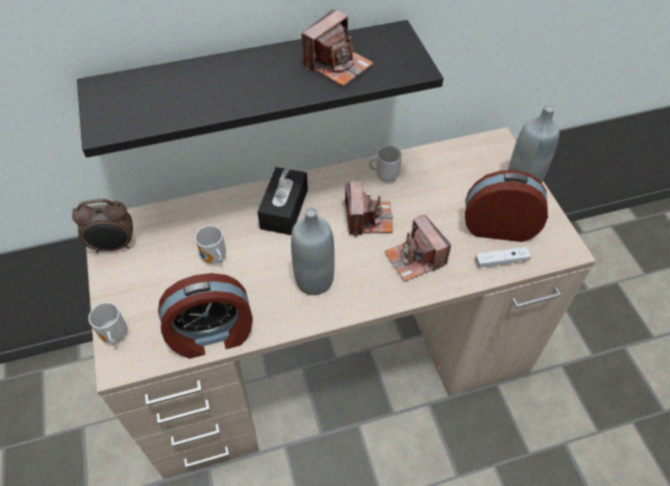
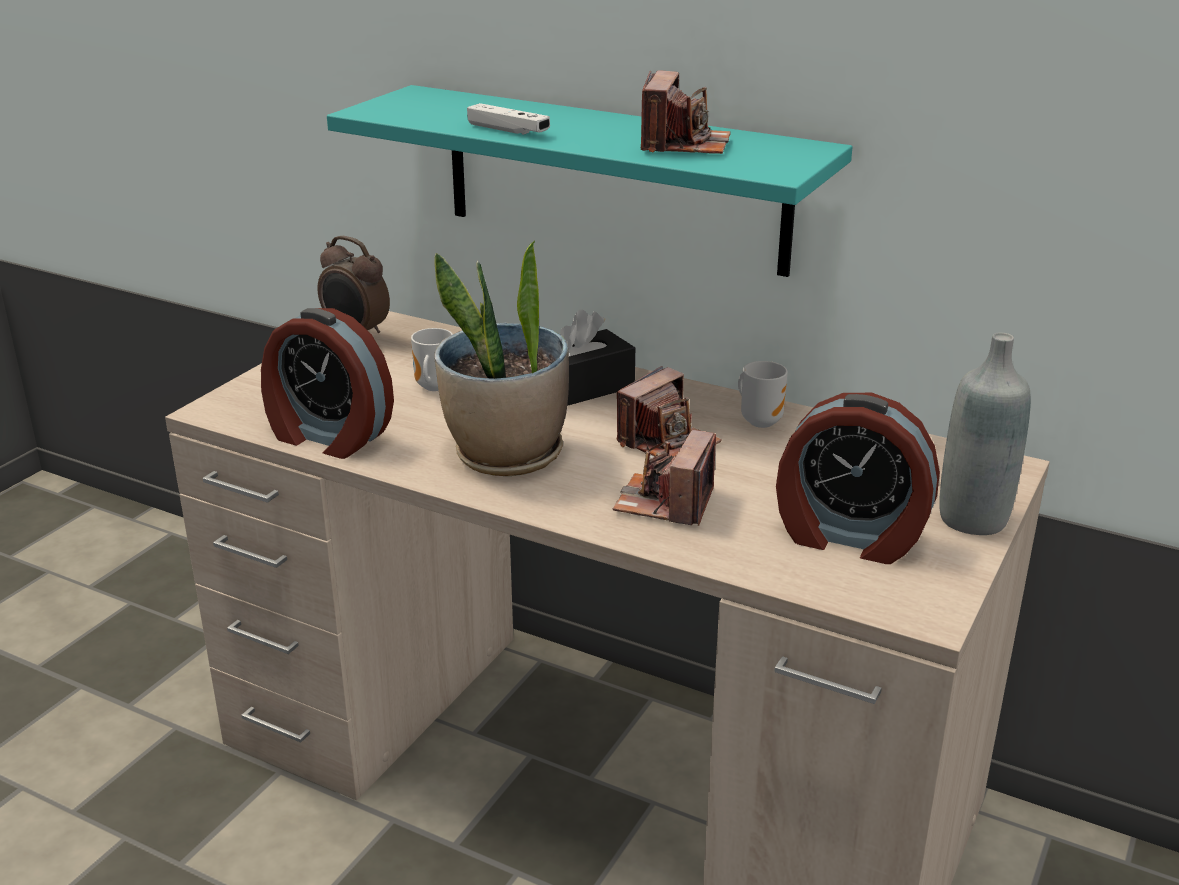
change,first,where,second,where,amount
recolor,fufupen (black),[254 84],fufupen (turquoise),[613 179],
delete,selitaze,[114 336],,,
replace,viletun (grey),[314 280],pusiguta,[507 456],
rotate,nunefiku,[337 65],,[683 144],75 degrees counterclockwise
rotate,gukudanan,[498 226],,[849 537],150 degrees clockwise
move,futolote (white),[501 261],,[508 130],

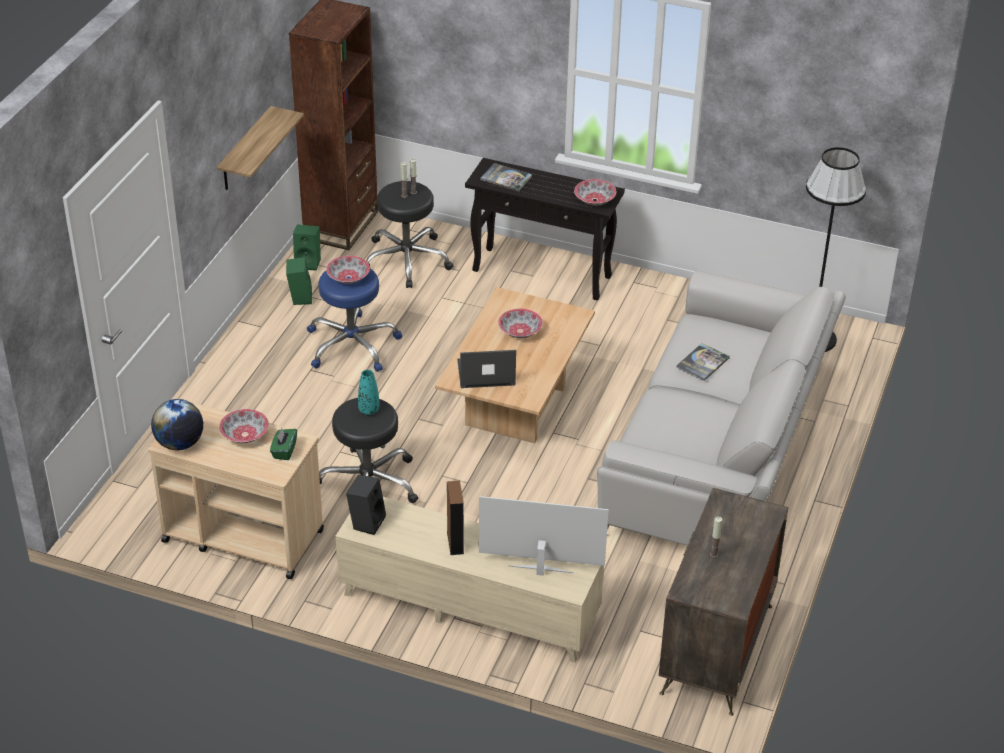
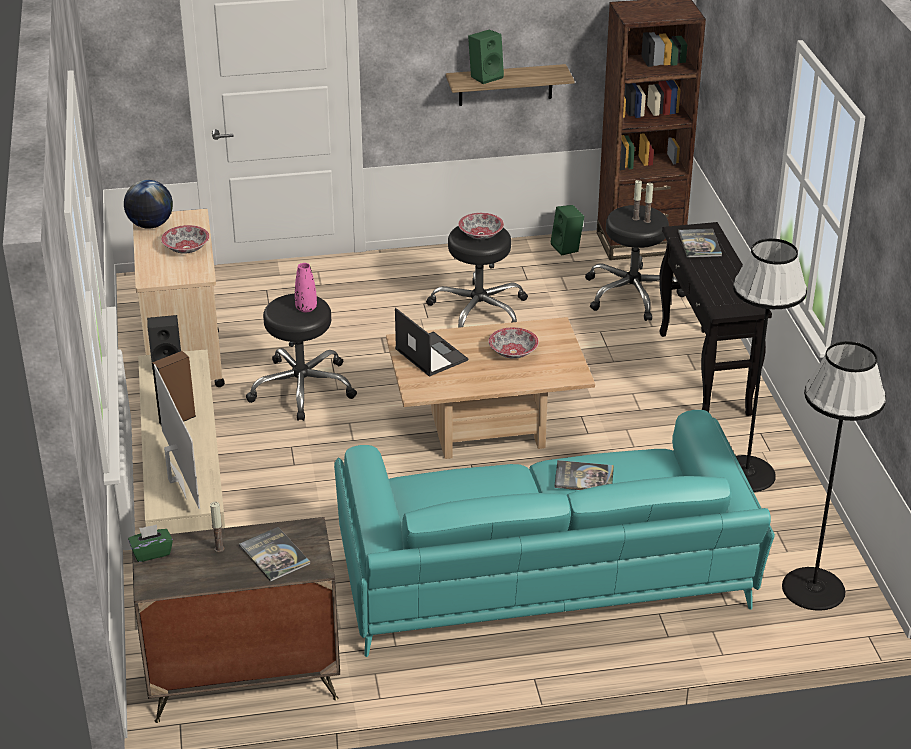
change,first,where,second,where,amount
move,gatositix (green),[284 451],,[151 552],
move,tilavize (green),[299 297],,[486 76],
recolor,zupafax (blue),[352 345],zupafax (black),[479 310],
recolor,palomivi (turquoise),[369 410],palomivi (pink),[306 308],
delete,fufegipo,[595 200],,,
recolor,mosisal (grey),[718 453],mosisal (turquoise),[544 583],
insert,,,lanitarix,[274 555],
insert,,,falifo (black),[747 474],

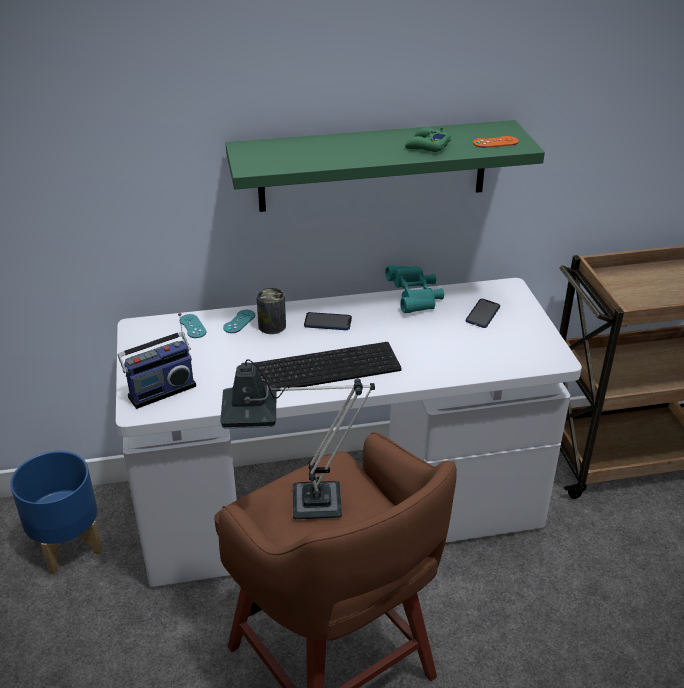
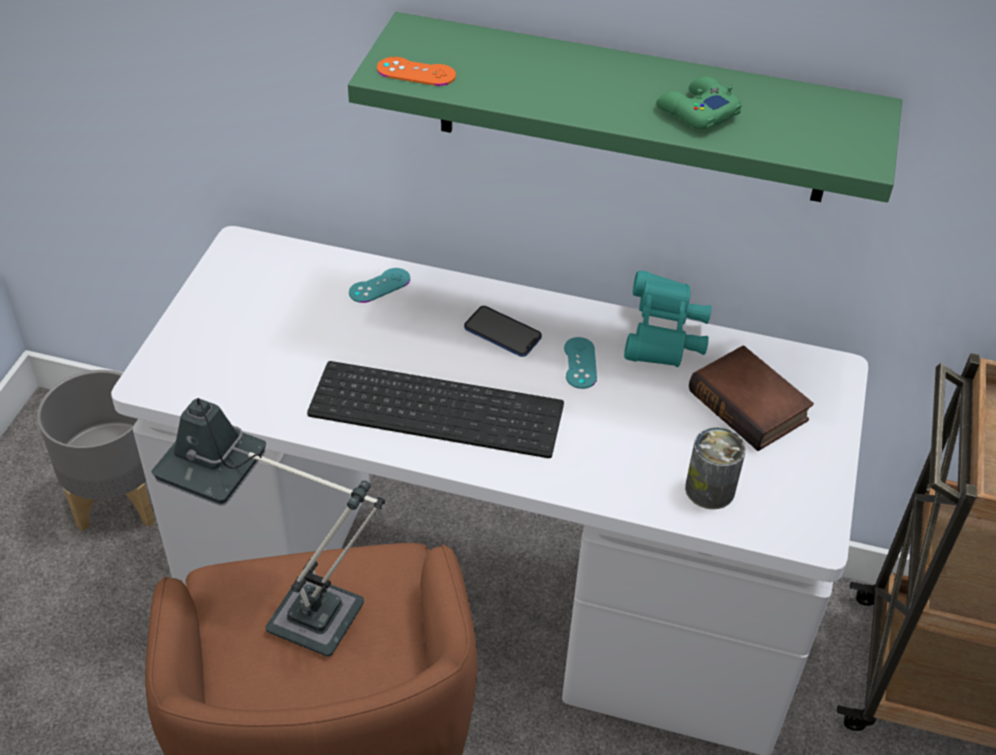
change,first,where,second,where,amount
recolor,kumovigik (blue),[67 546],kumovigik (grey),[119 498],
delete,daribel,[160 390],,,
move,futolote (turquoise),[192 326],,[580 363],
move,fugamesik,[272 326],,[710 489],
replace,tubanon,[483 314],lanitarix,[751 405],
move,futolote (orange),[495 142],,[416 72],

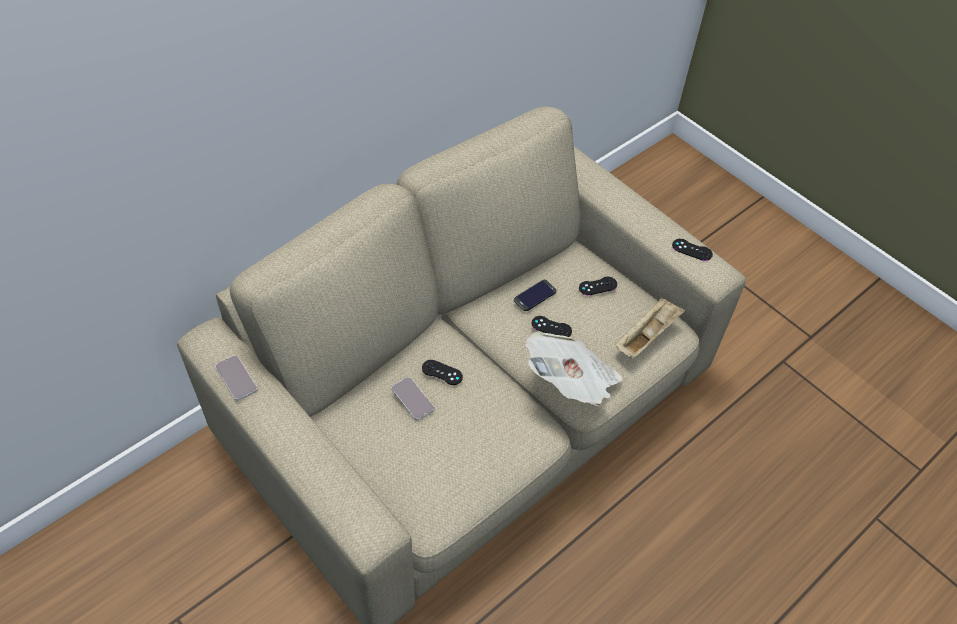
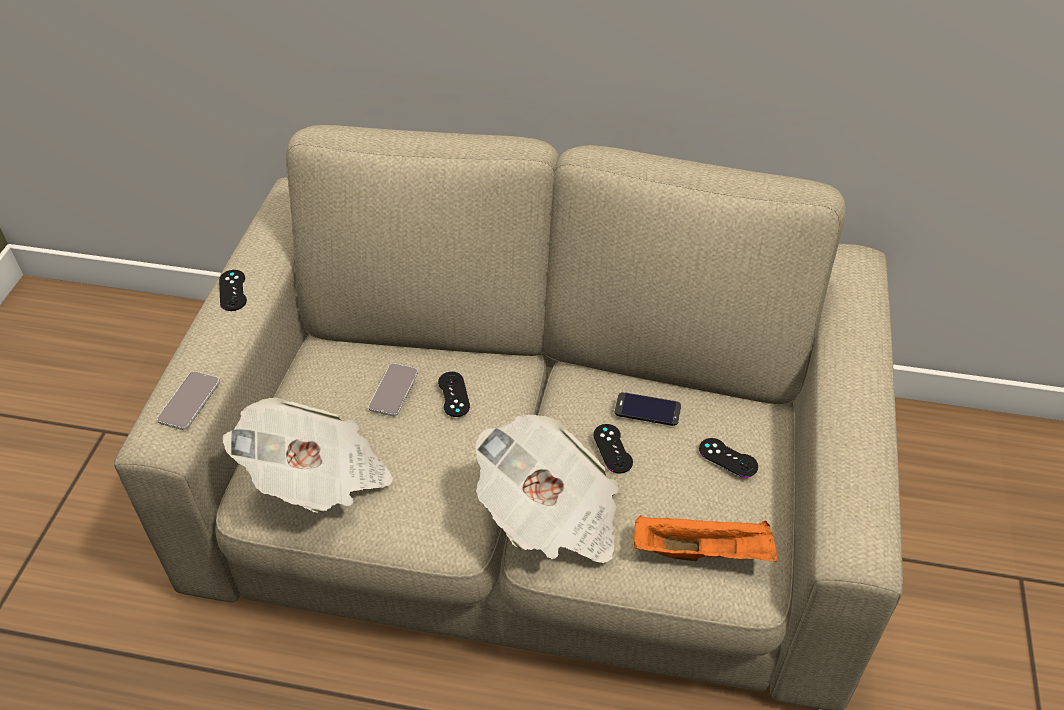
change,first,where,second,where,amount
move,tubanon,[236 378],,[189 401],
recolor,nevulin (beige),[647 336],nevulin (orange),[704 551],
move,futolote (black),[692 250],,[233 290],
insert,,,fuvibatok,[318 478],

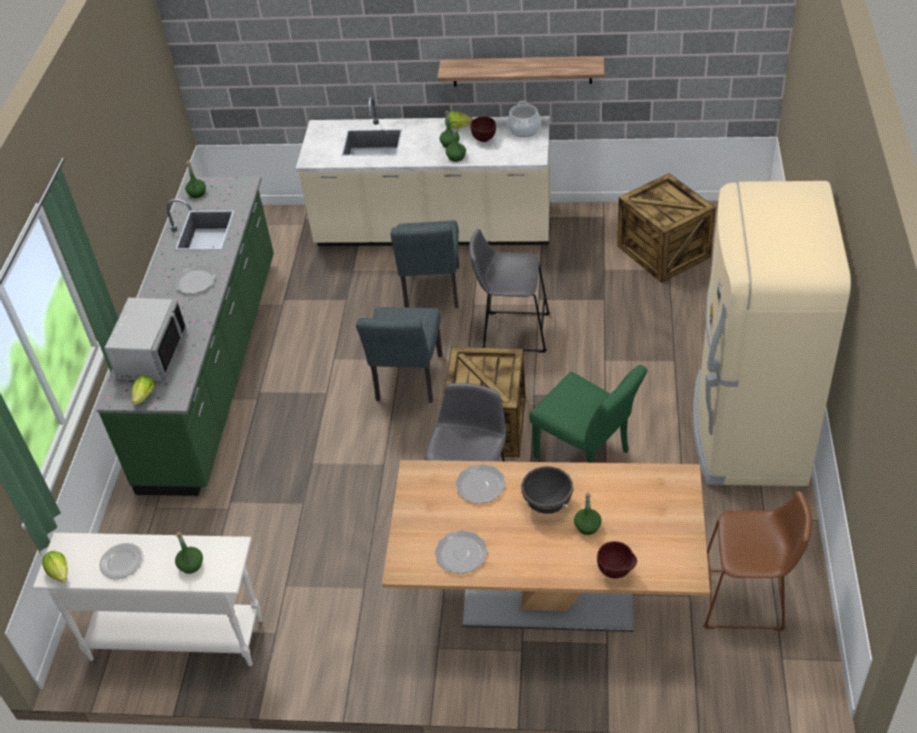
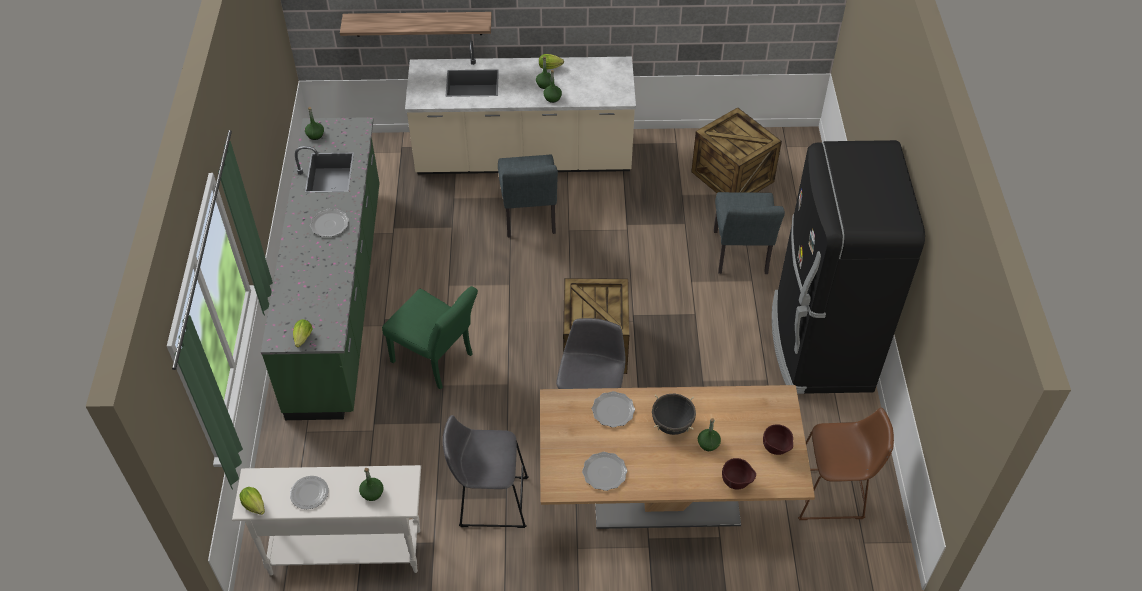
change,first,where,second,where,amount
delete,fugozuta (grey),[151 355],,,
move,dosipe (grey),[407 382],,[741 256],
move,fufupen,[522 71],,[418 24],
move,zupafax (grey),[512 331],,[489 501],
move,fufegipo (brown),[484 140],,[776 449],
delete,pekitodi,[524 129],,,
move,dosipe (green),[587 457],,[437 361],
recolor,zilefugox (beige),[747 431],zilefugox (black),[819 344],

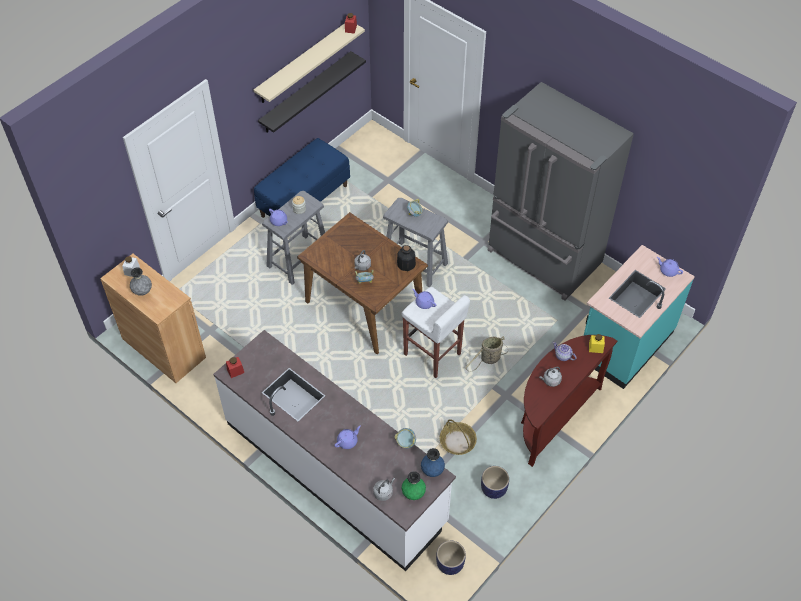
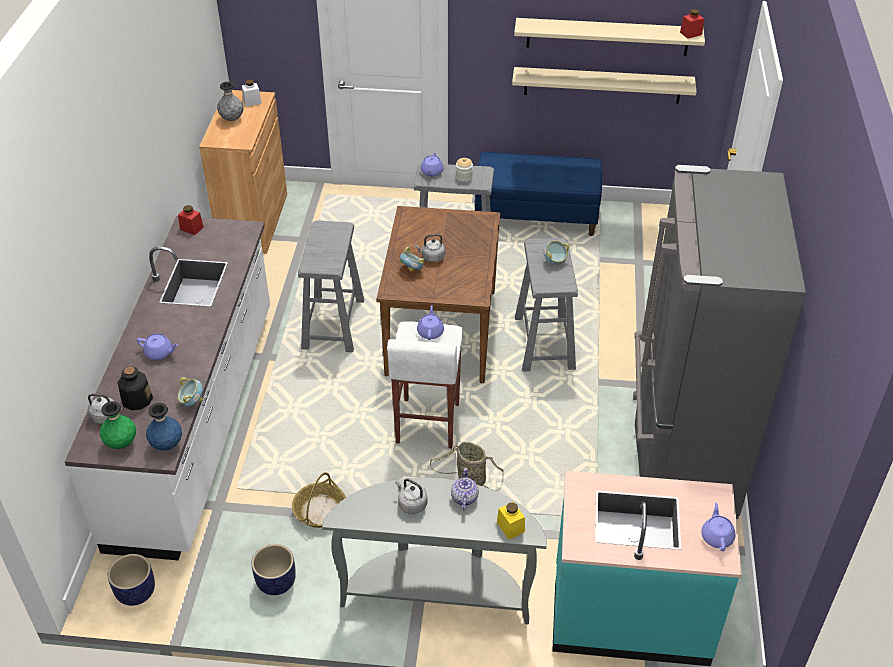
change,first,where,second,where,amount
recolor,fufupen (black),[306 93],fufupen (beige),[602 85],
move,viletun,[406 264],,[137 399],
recolor,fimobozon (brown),[553 417],fimobozon (grey),[437 591],
insert,,,zupafax (grey),[333 324],

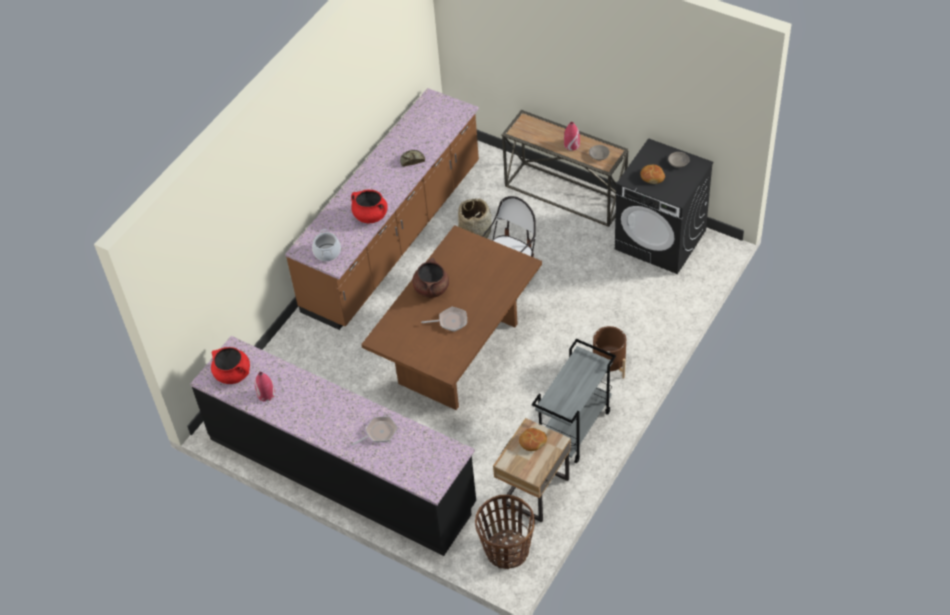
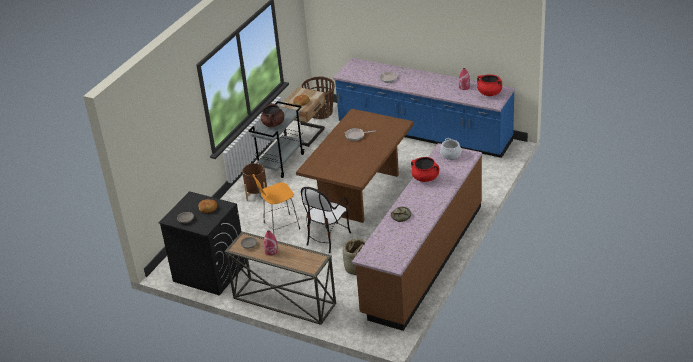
change,first,where,second,where,amount
recolor,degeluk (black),[341 471],degeluk (blue),[424 134],
move,pekitodi (brown),[431 288],,[273 124],
insert,,,zupafax (orange),[280 226],

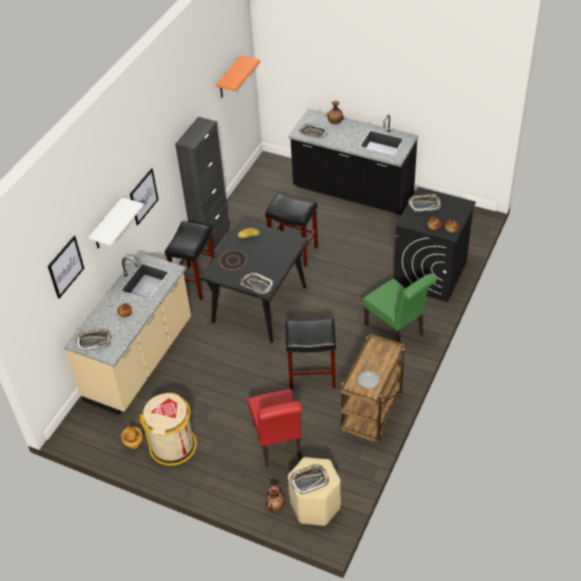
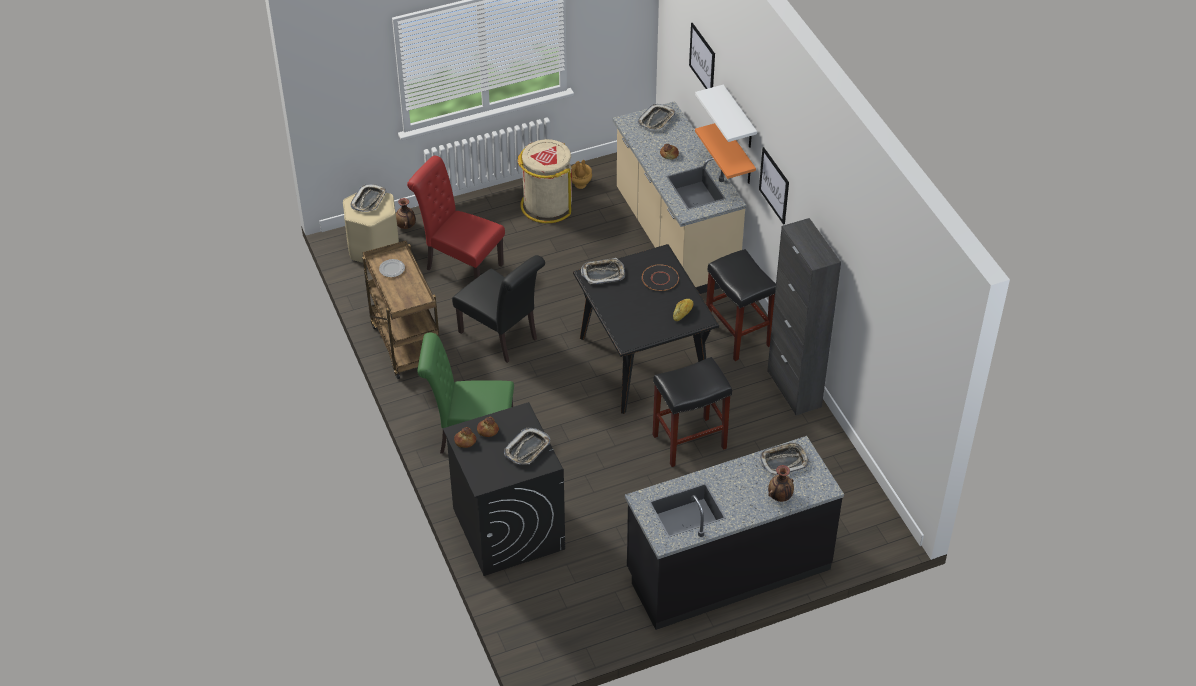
change,first,where,second,where,amount
move,fufupen (orange),[229 78],,[738 155],
replace,zupafax (black),[313 375],dosipe (black),[502 337],

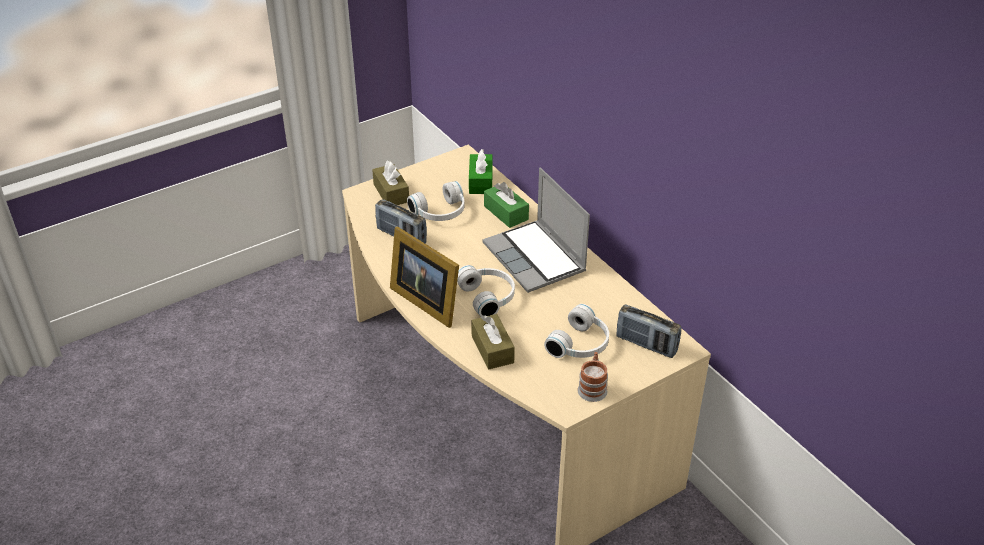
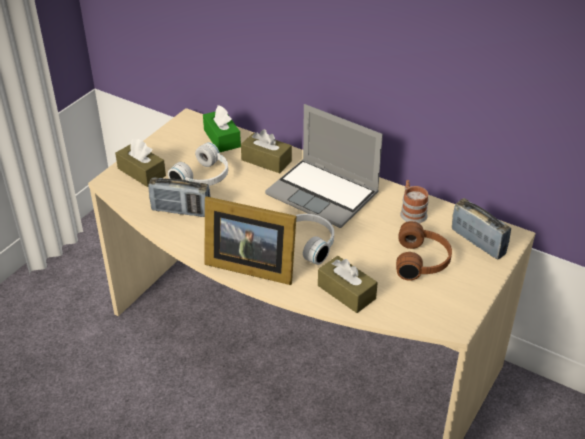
change,first,where,second,where,amount
recolor,gatositix (green),[506 213],gatositix (brown),[266 160],
recolor,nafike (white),[581 345],nafike (brown),[423 261],
move,selitaze,[592 387],,[411 212],
rotate,daribel,[646 344],,[478 242],135 degrees counterclockwise

